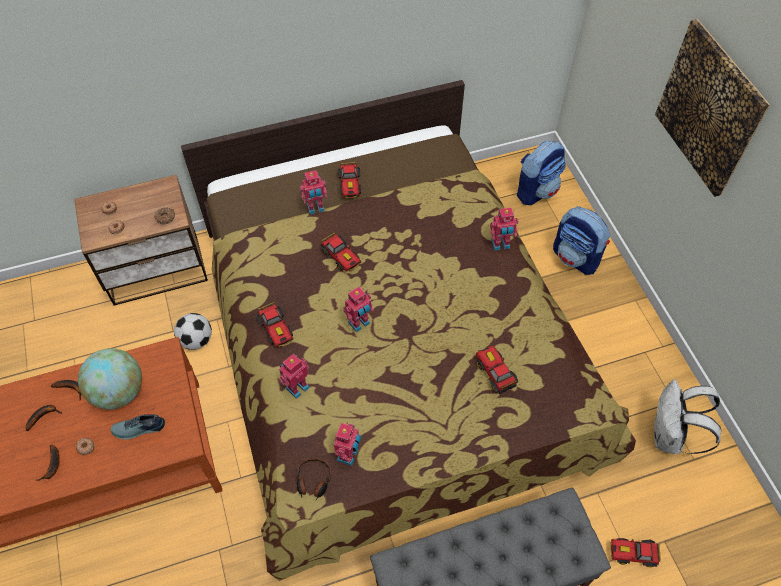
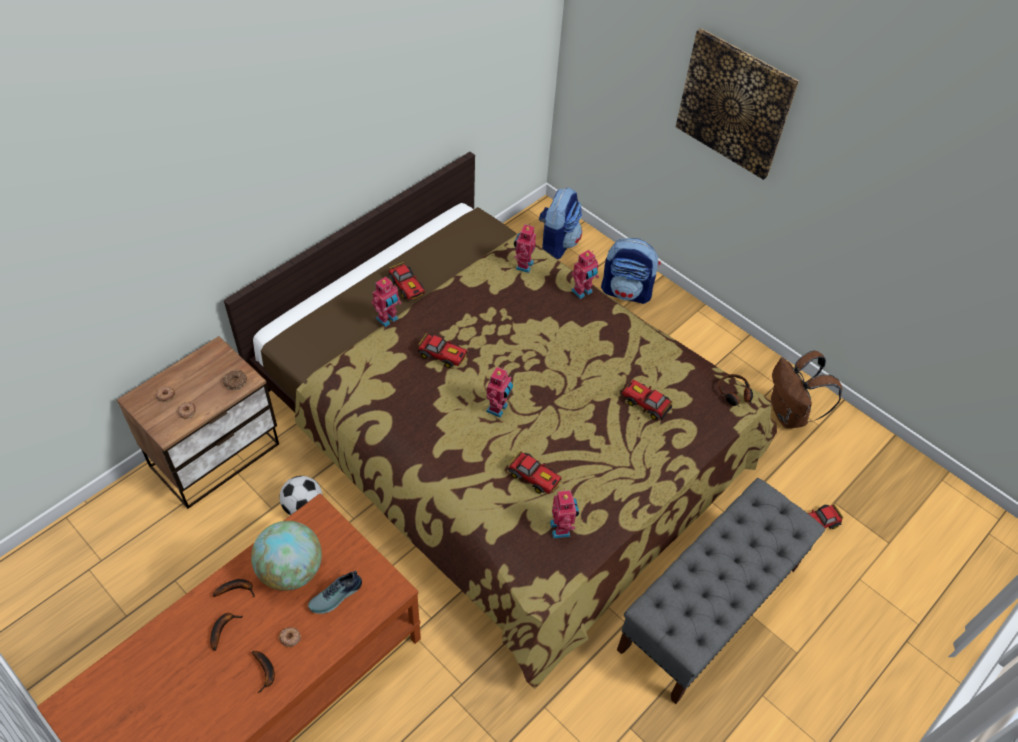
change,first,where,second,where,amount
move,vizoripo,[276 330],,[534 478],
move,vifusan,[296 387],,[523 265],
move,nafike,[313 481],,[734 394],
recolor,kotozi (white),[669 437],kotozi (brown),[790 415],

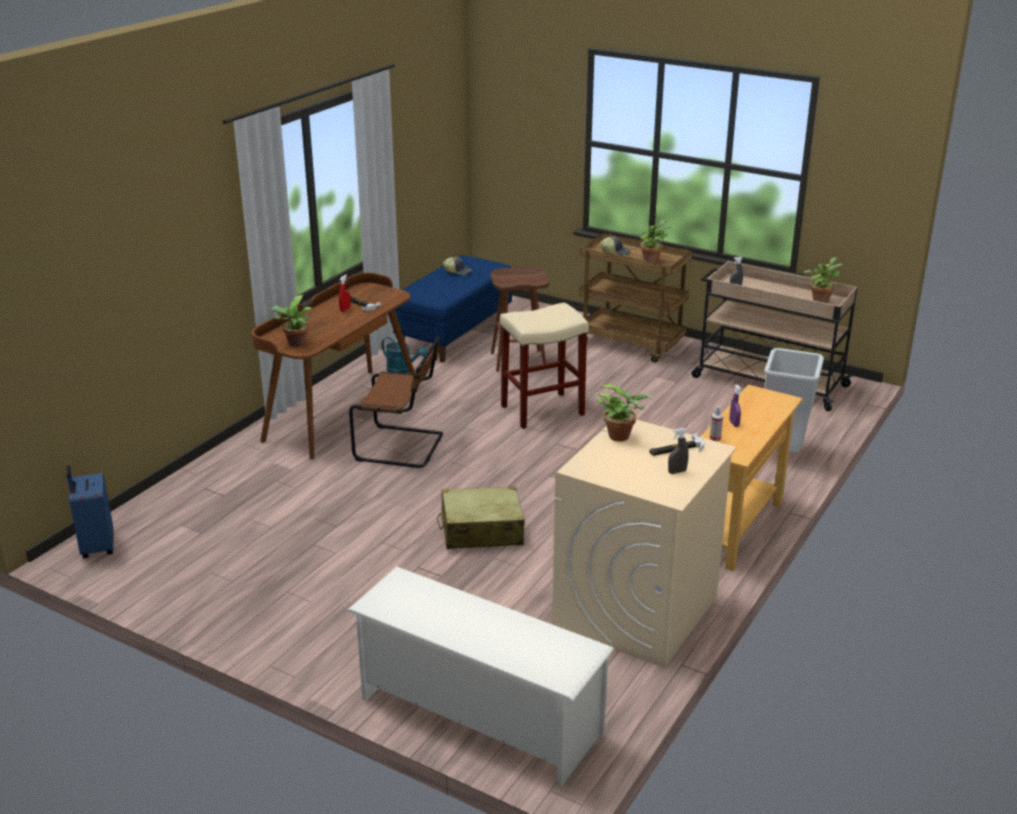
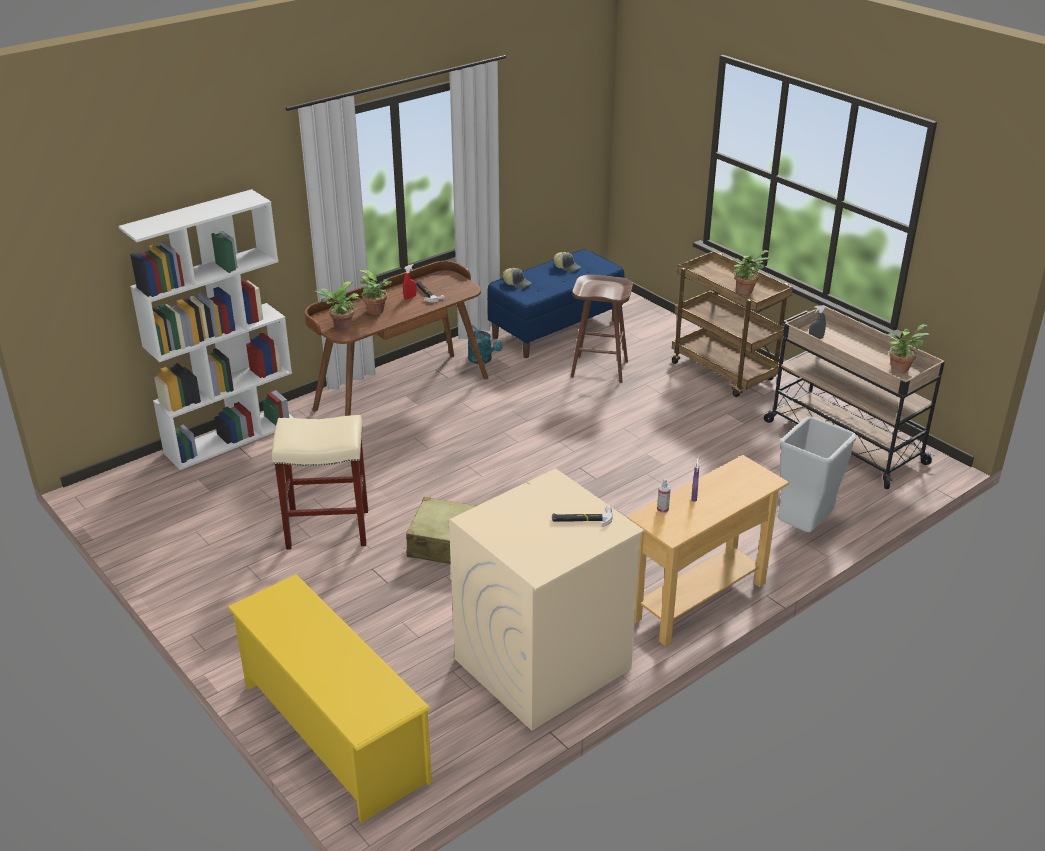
change,first,where,second,where,amount
delete,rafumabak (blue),[96 547],,,
recolor,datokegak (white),[478 716],datokegak (yellow),[333 732],
delete,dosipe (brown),[403 447],,,
move,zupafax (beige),[543 410],,[329 528],
move,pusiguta,[622 436],,[377 311],
move,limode,[615 252],,[517 283],
delete,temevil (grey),[677 472],,,
insert,,,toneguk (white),[232 437],

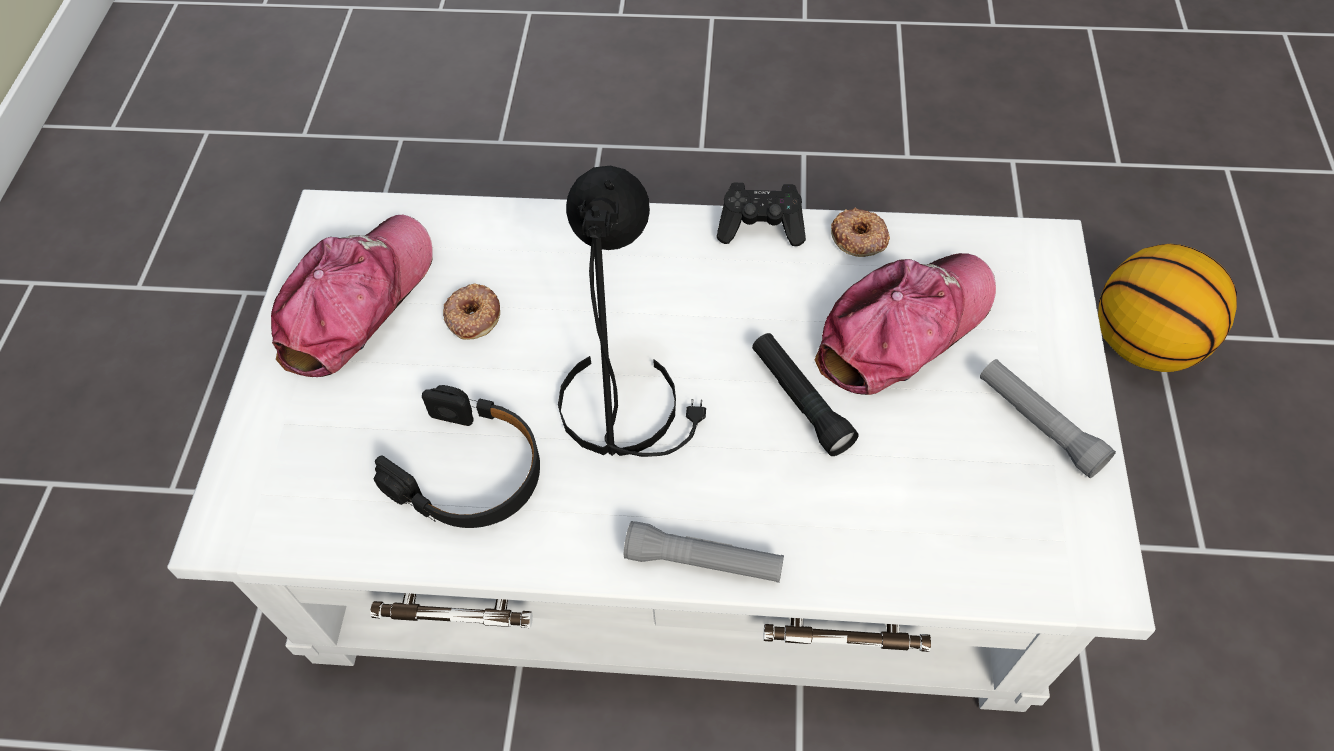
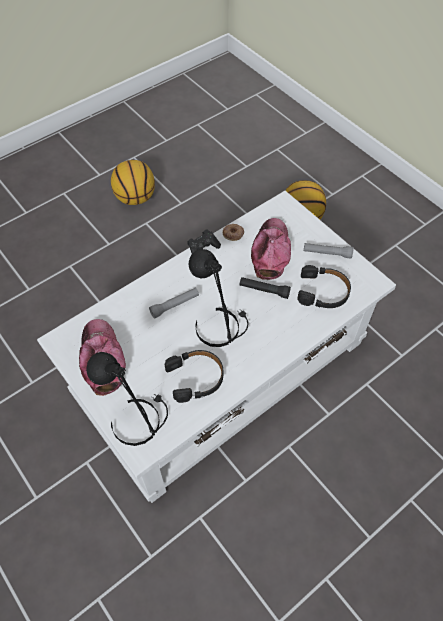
change,first,where,second,where,amount
delete,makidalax,[472 316],,,
move,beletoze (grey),[704 561],,[175 305],
insert,,,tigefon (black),[137 419],
insert,,,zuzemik,[135 198],
insert,,,nafike (black),[323 292],

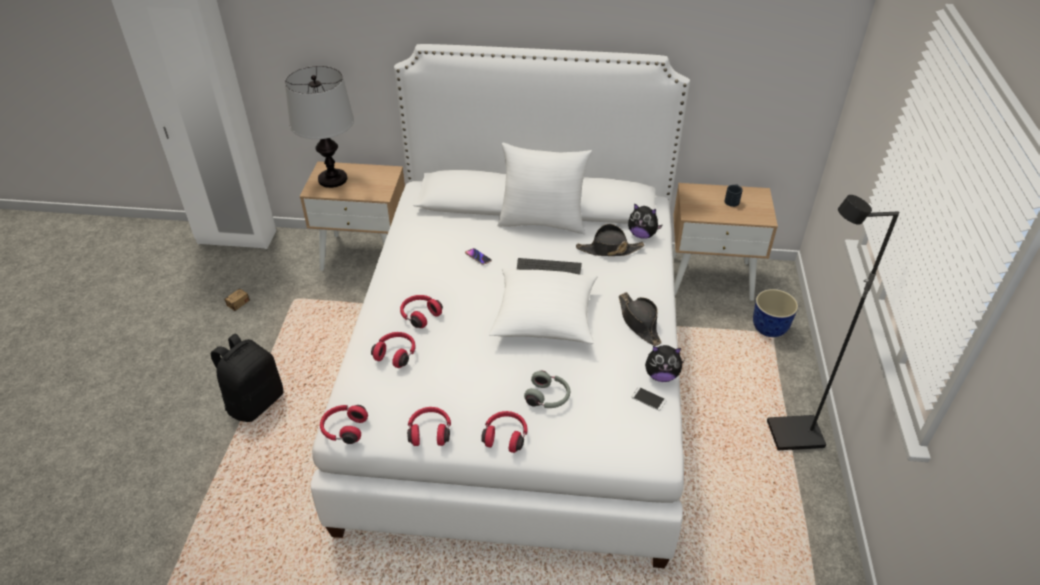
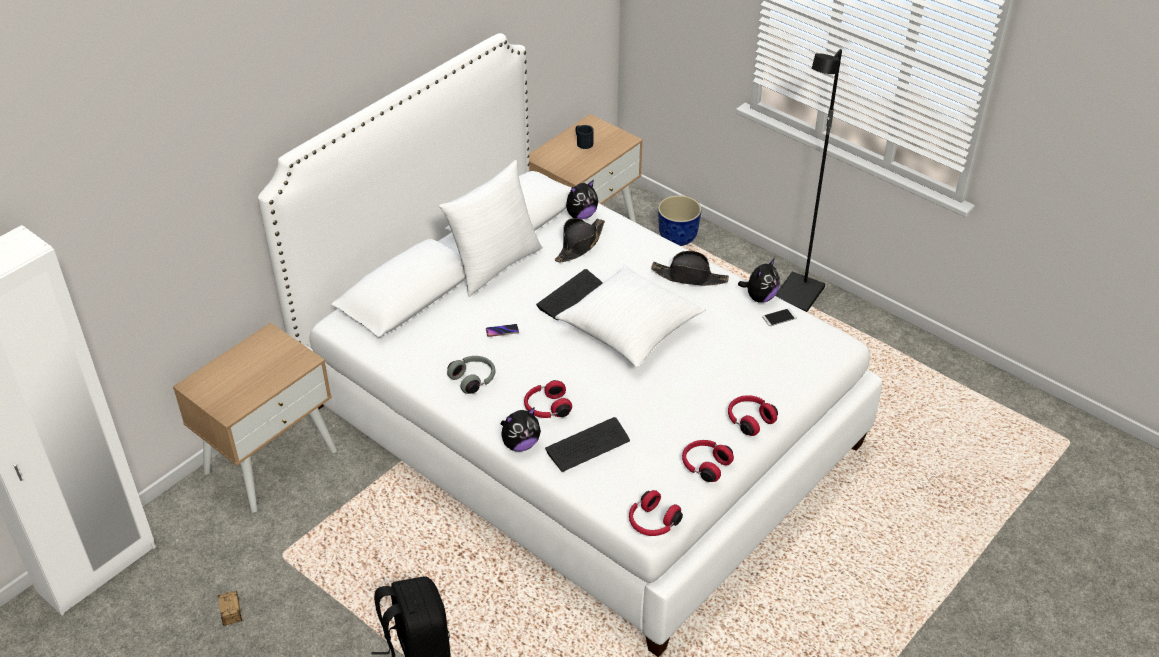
change,first,where,second,where,amount
delete,tigefon,[333 179],,,
replace,nafike (red),[396 354],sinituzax,[588 446],
move,nafike (grey),[548 397],,[474 379],
insert,,,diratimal,[520 444],

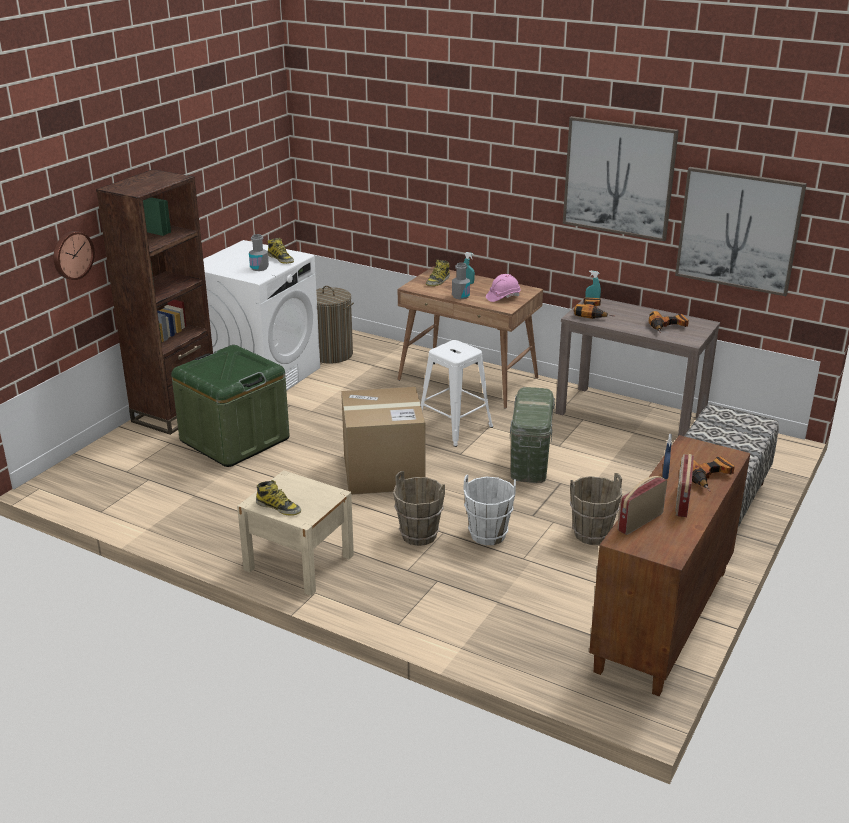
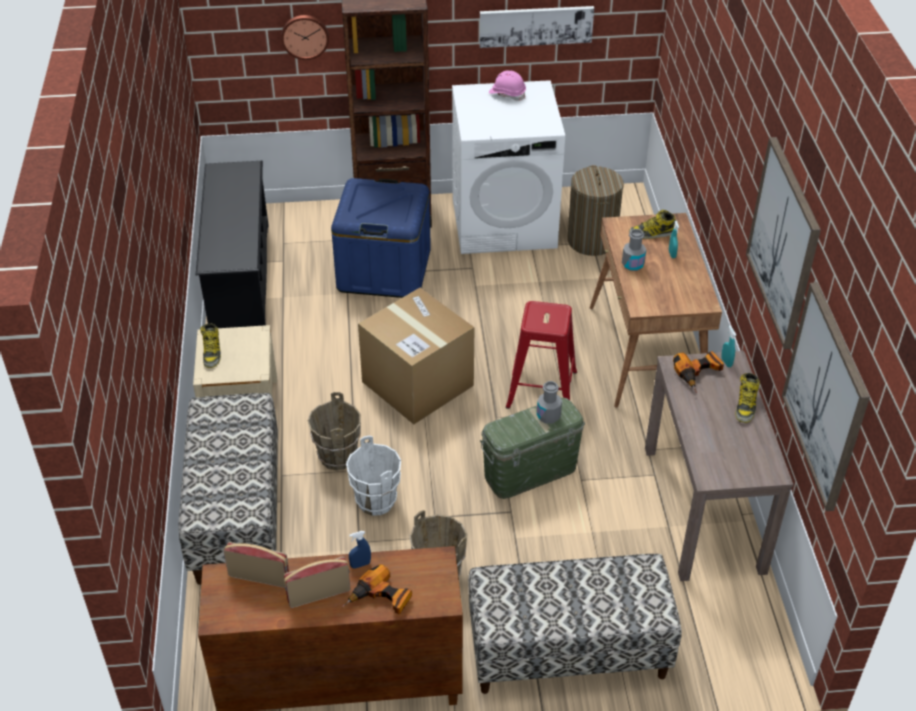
change,first,where,second,where,amount
recolor,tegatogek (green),[234 439],tegatogek (blue),[384 270],
move,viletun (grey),[259 268],,[548 416],
move,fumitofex,[281 259],,[745 405],
recolor,zupafax (white),[453 426],zupafax (red),[541 388],
move,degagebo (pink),[503 297],,[507 94],
delete,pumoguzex,[668 328],,,
insert,,,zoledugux,[236 514],
insert,,,datokegak (black),[240 276],
insert,,,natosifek,[536 25],

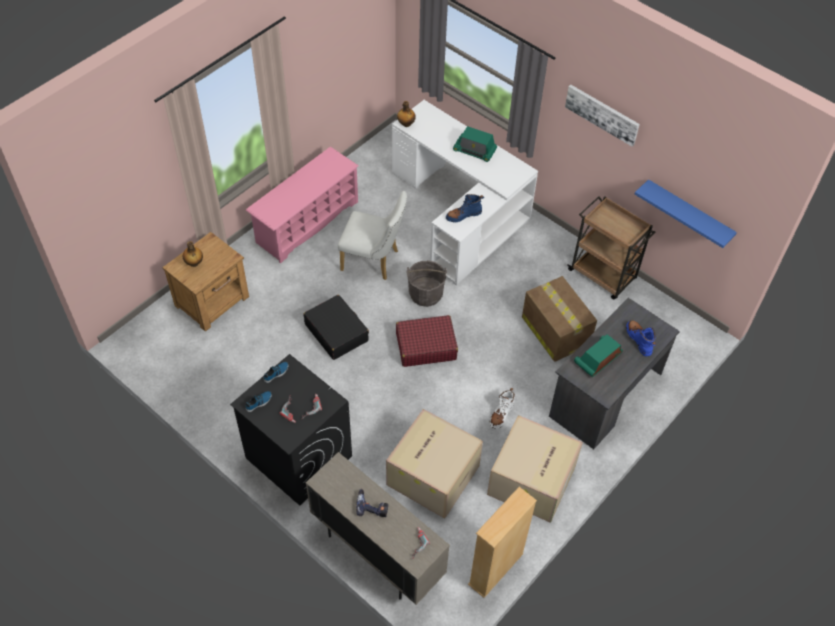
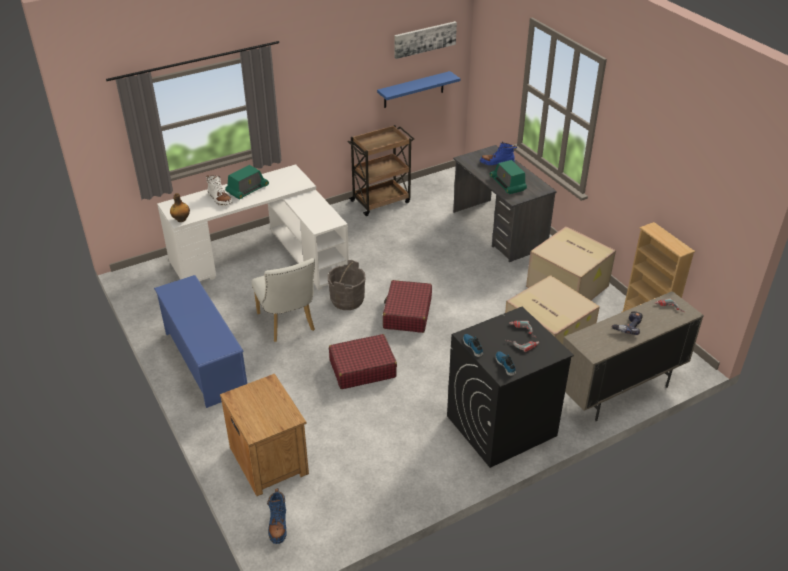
change,first,where,second,where,amount
delete,viletun,[194 263],,,
recolor,datokegak (pink),[307 222],datokegak (blue),[205 362],
recolor,rafumabak (black),[336 332],rafumabak (red),[362 368],
rotate,dosipe (white),[374 261],,[288 324],120 degrees clockwise
move,fumitofex (blue),[463 215],,[278 525],
move,fumitofex (white),[501 414],,[220 199],
delete,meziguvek,[555 330],,,
move,natosifek,[602 114],,[424 39],

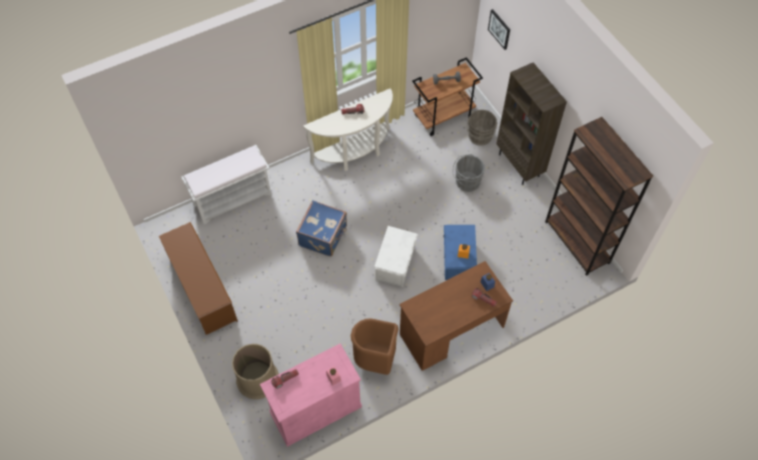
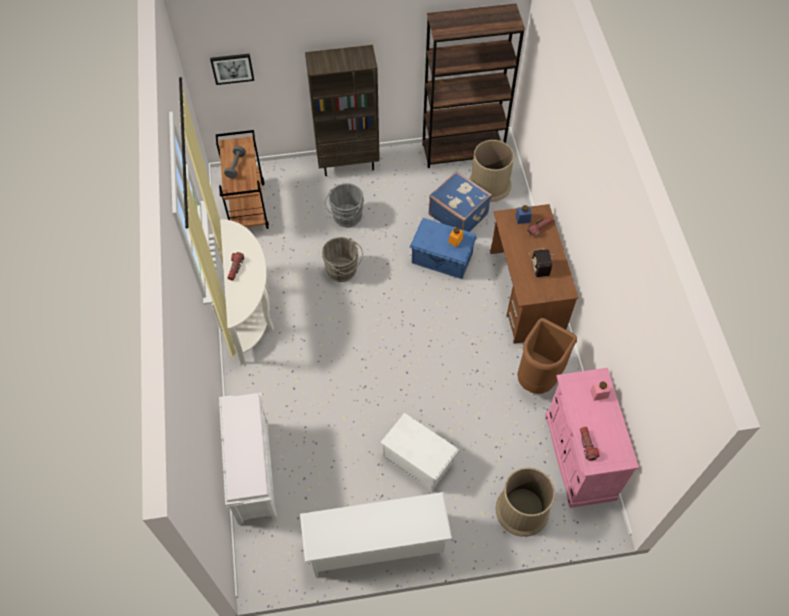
change,first,where,second,where,amount
recolor,datokegak (brown),[202 290],datokegak (white),[376 544],
move,rafumabak (blue),[324 236],,[458 214],
move,tegatogek (white),[396 263],,[418 458],
move,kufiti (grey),[479 137],,[343 271],
insert,,,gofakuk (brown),[489 184],
insert,,,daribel,[540 261],

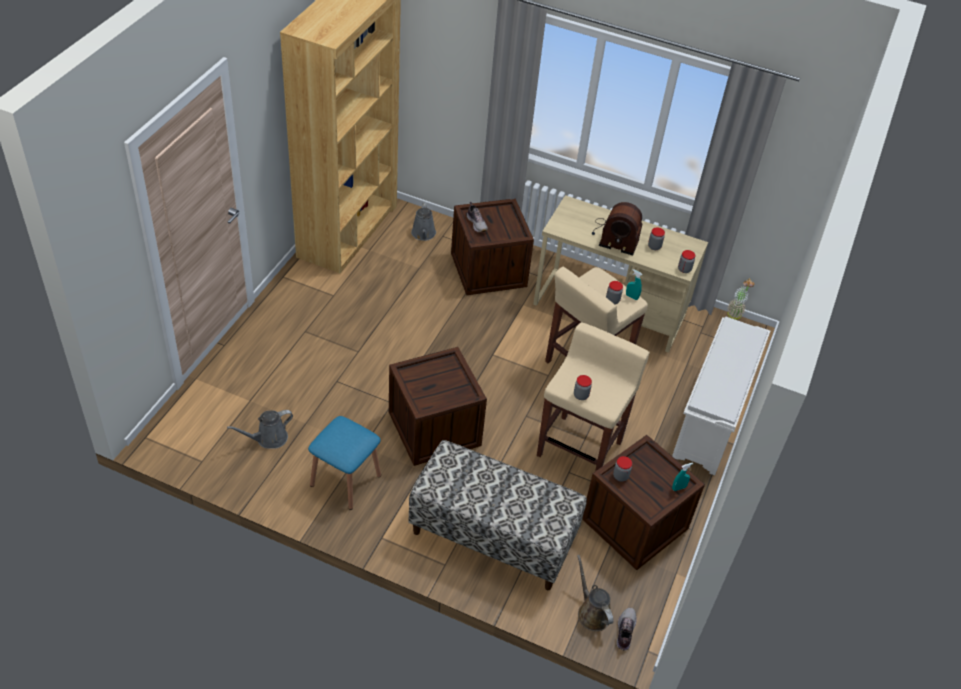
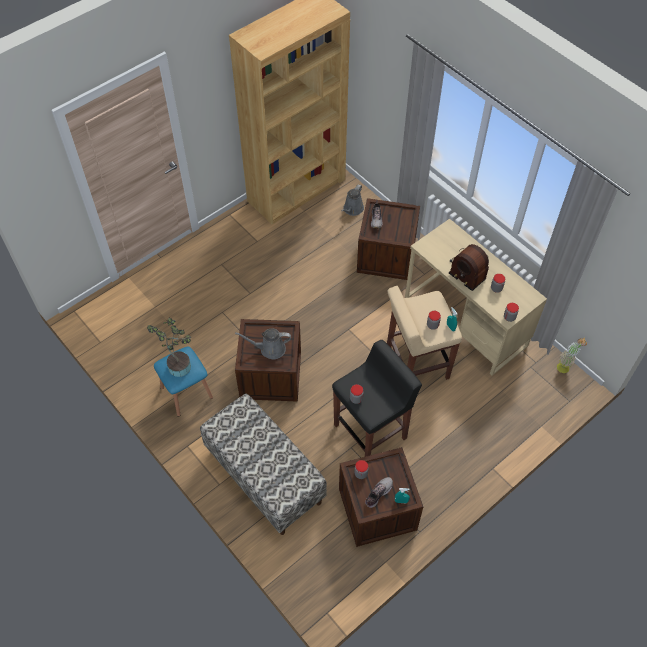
change,first,where,second,where,amount
move,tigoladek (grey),[269 438],,[270 349],
recolor,zupafax (beige),[580 448],zupafax (black),[371 431],
delete,tigoladek (brown),[592 612],,,
move,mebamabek,[624 631],,[378 493],
delete,datokegak (white),[711 422],,,
insert,,,pusiguta,[179 364],

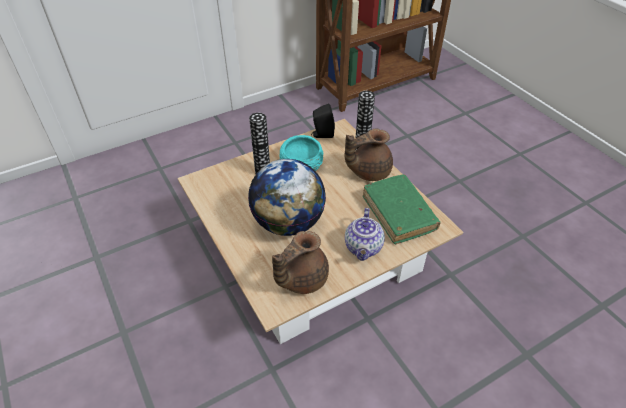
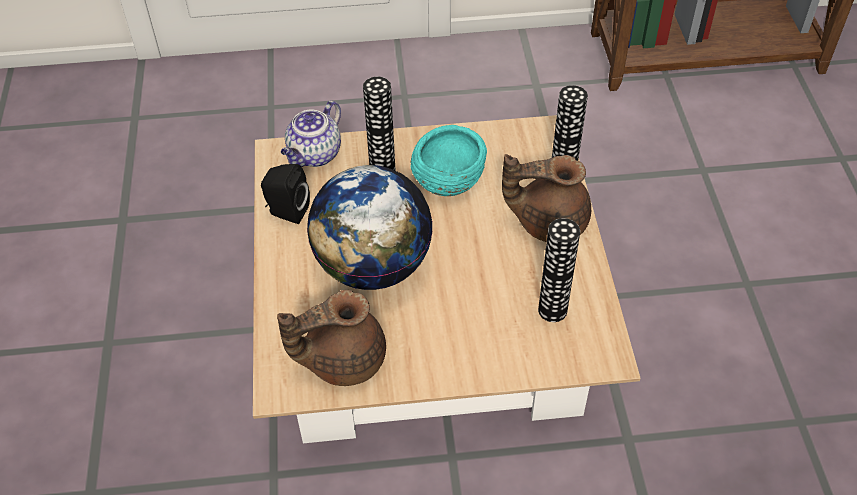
change,first,where,second,where,amount
move,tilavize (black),[322 134],,[286 211],
move,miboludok,[363 248],,[314 155],
replace,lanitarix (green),[398 214],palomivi,[552 310],

